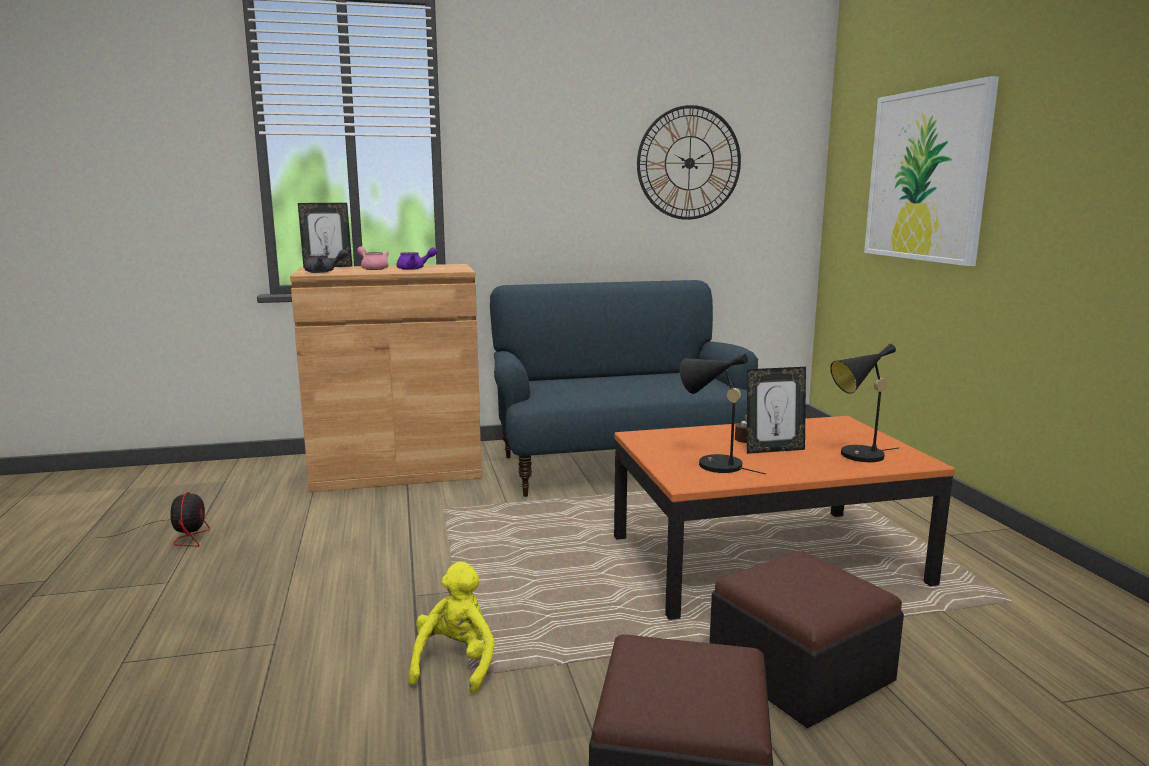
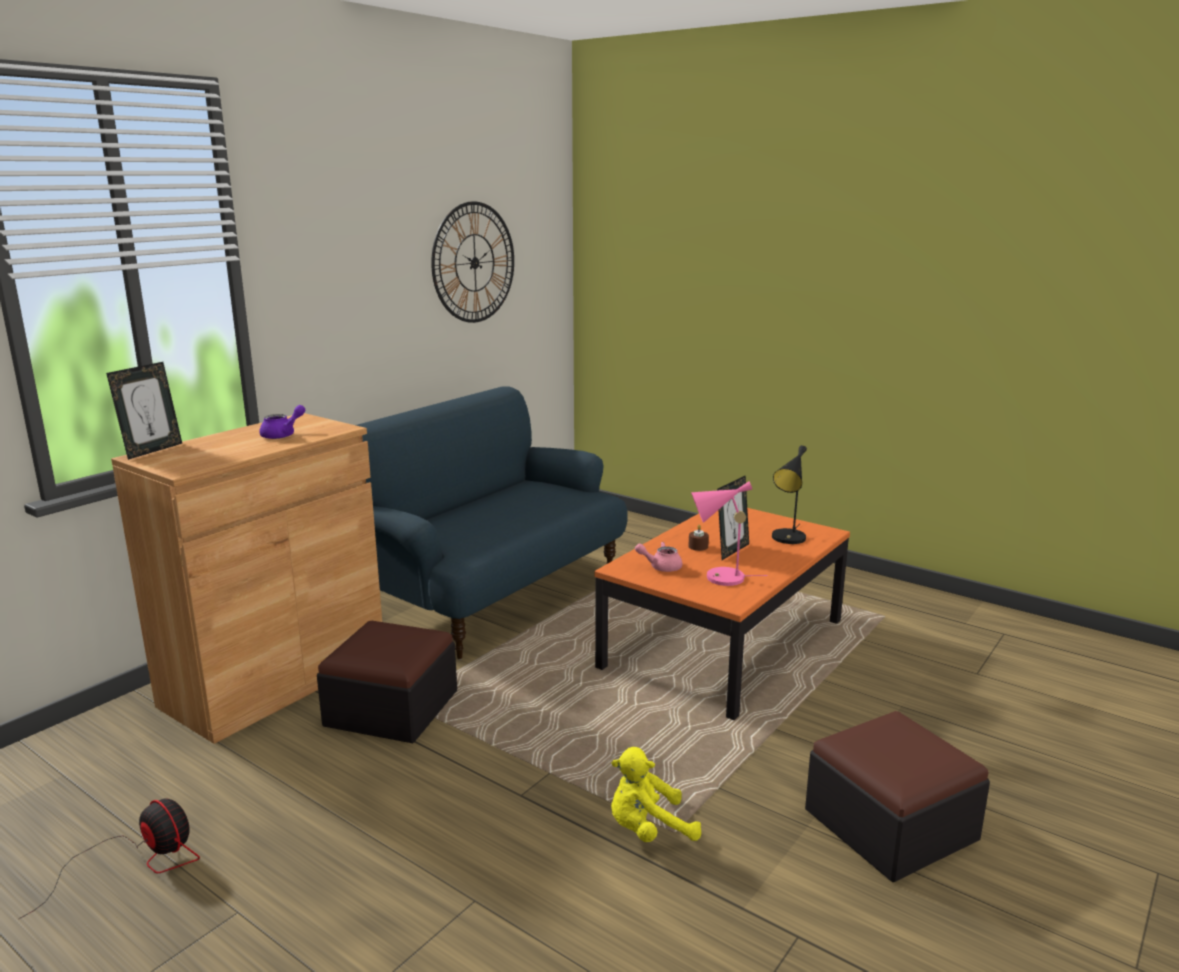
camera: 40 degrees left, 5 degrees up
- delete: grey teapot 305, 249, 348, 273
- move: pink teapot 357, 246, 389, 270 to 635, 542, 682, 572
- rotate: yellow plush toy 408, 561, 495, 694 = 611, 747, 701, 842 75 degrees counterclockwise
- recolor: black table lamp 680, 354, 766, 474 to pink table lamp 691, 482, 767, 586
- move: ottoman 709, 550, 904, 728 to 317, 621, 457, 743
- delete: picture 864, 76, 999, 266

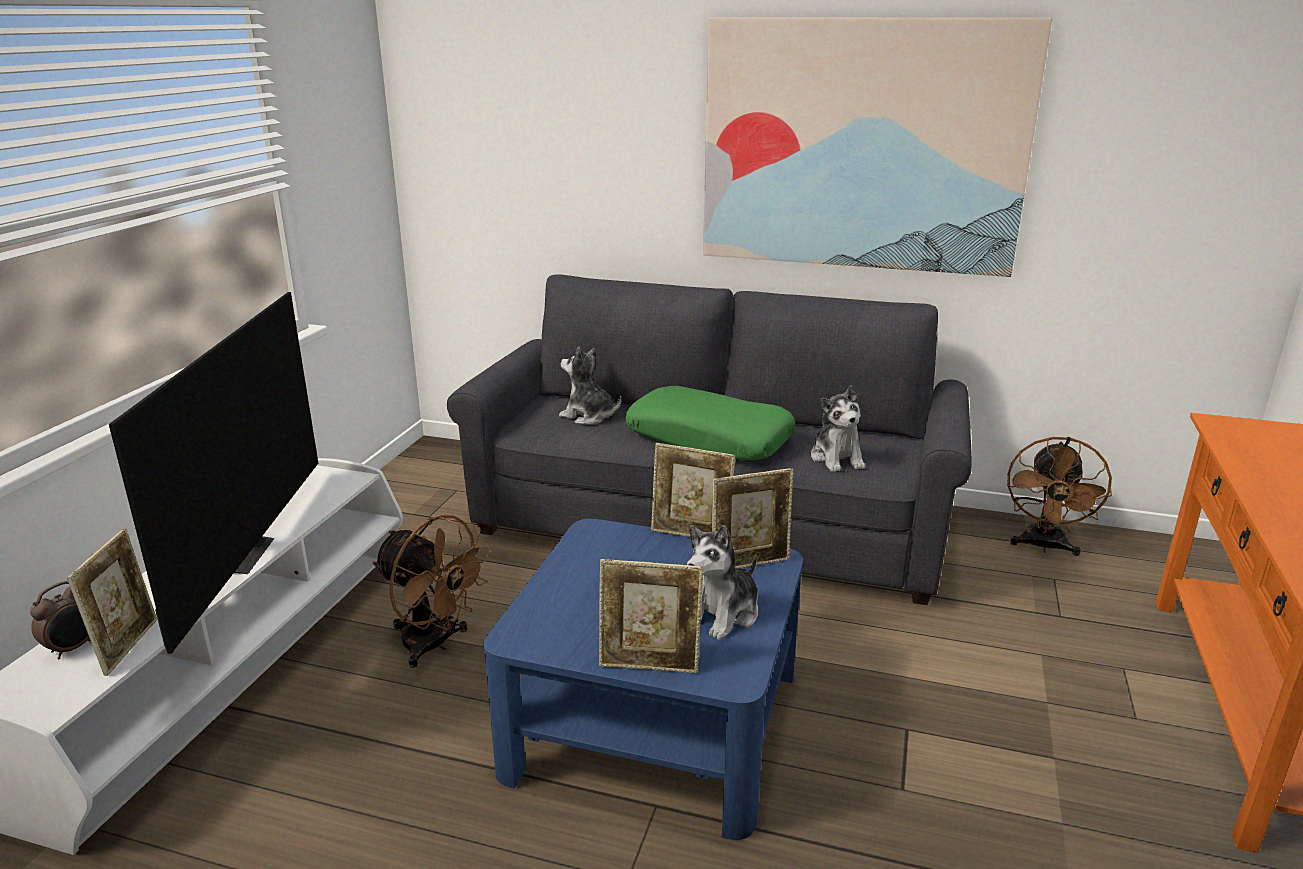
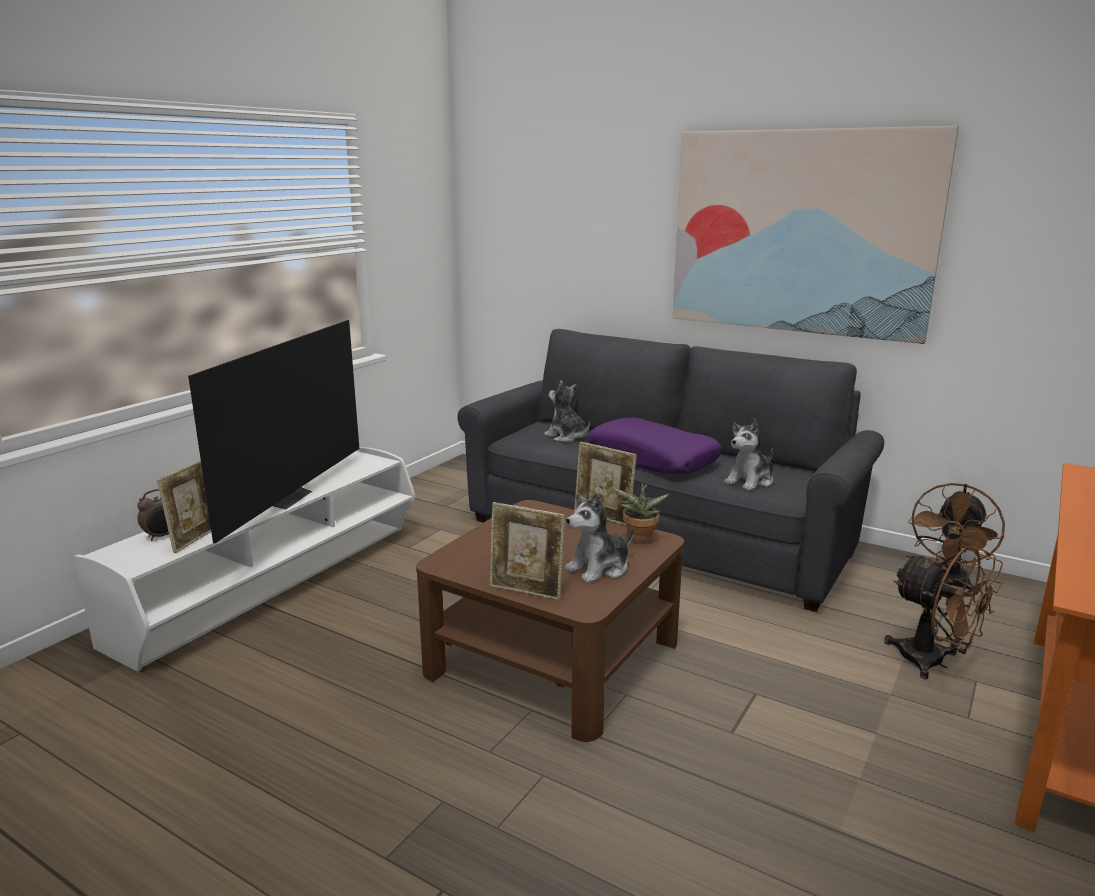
camera: 15 degrees right, 5 degrees down
- move: brown fan 373, 514, 491, 668 to 884, 545, 1003, 679
- recolor: blue coffee table 483, 519, 803, 840 to brown coffee table 416, 500, 684, 742
- recolor: green pillow 625, 386, 795, 460 to purple pillow 588, 417, 722, 474
- replace: picture frame 712, 468, 794, 568 to potted plant 612, 483, 669, 544
- rotate: plush toy 811, 385, 865, 472 = 724, 419, 773, 491 45 degrees clockwise

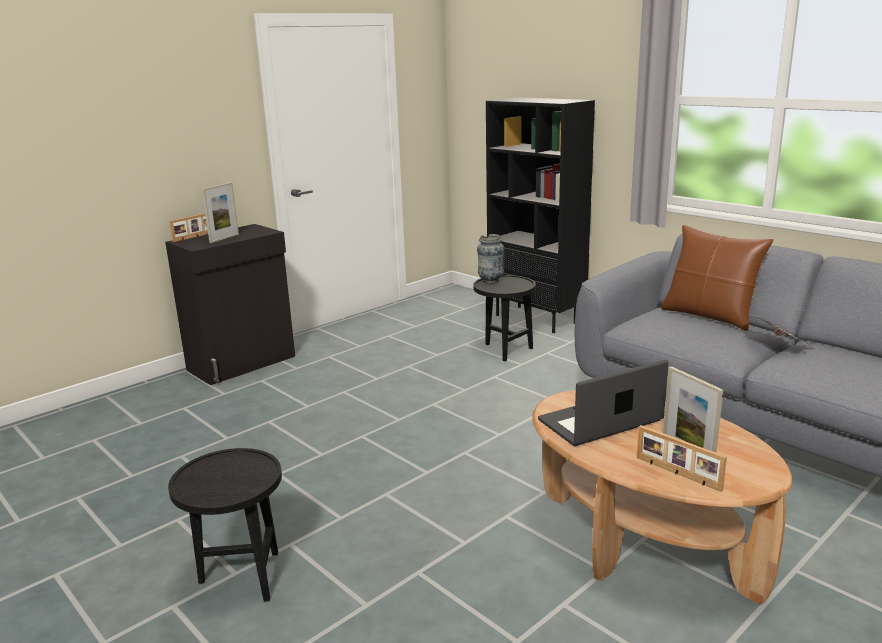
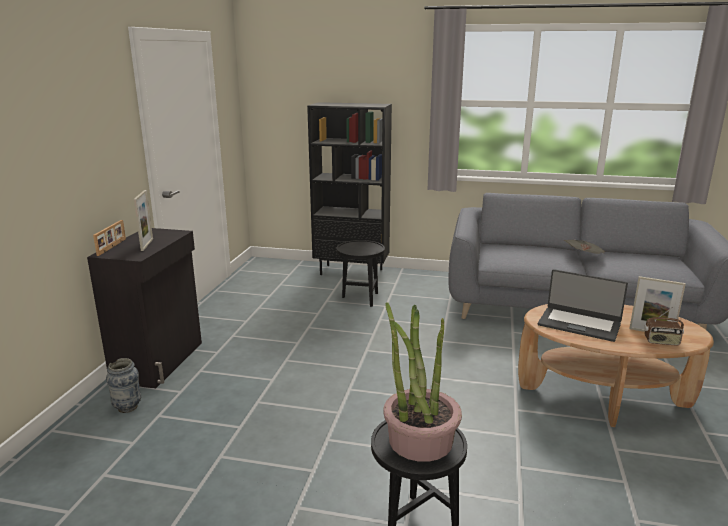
camera: 35 degrees left, 0 degrees up
- move: vase 477, 234, 504, 284 to 106, 358, 141, 413
- rotate: laptop 538, 360, 668, 446 = 538, 269, 628, 342 90 degrees counterclockwise
- replace: picture frame 637, 425, 727, 492 to radio 644, 307, 684, 346
- delete: brown pillow 661, 225, 773, 331
- insert: potted plant 383, 302, 462, 462

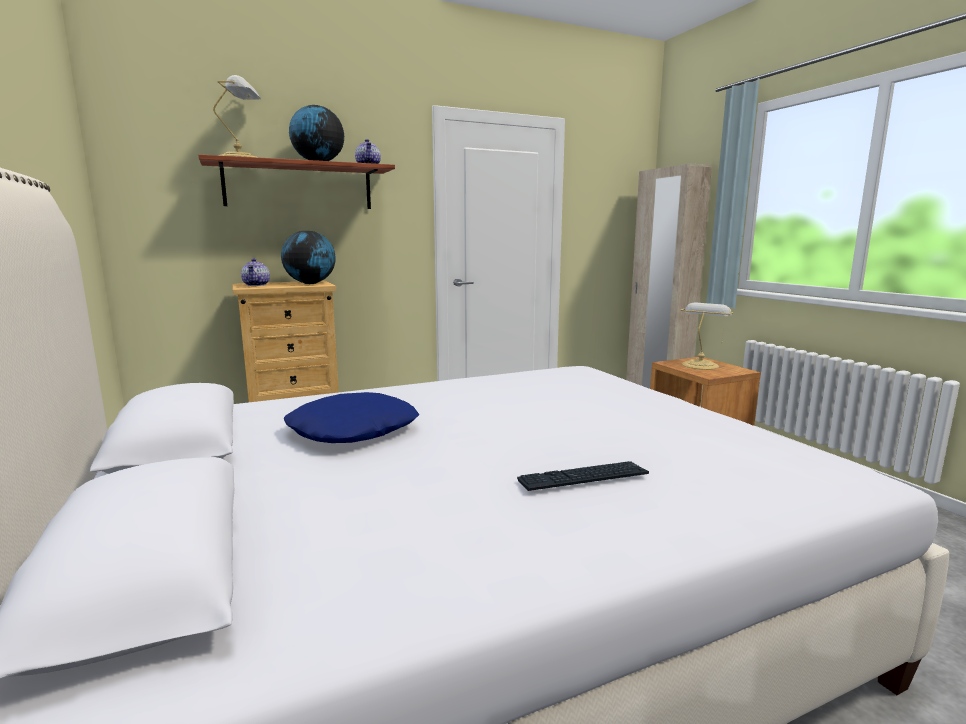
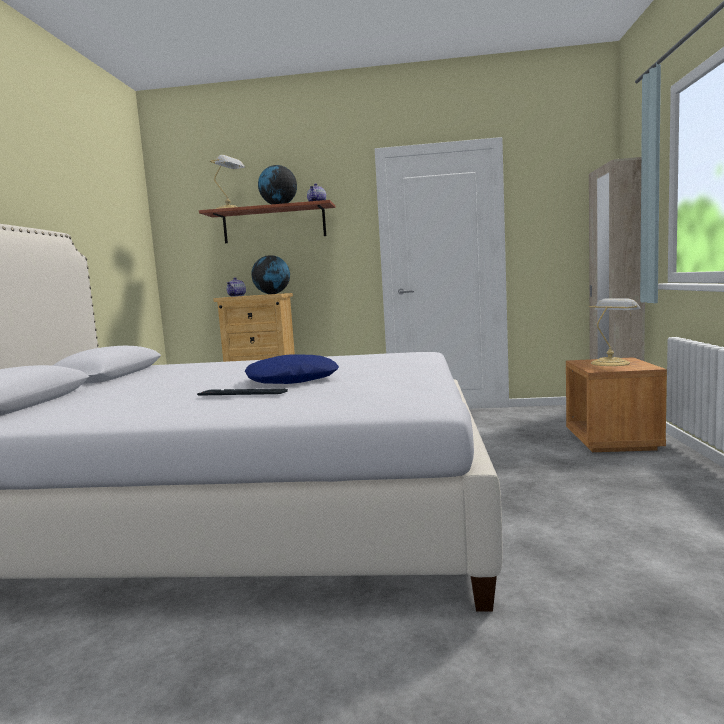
camera: 30 degrees right, 5 degrees down
- move: blue pillow 284, 392, 419, 443 to 245, 354, 339, 384

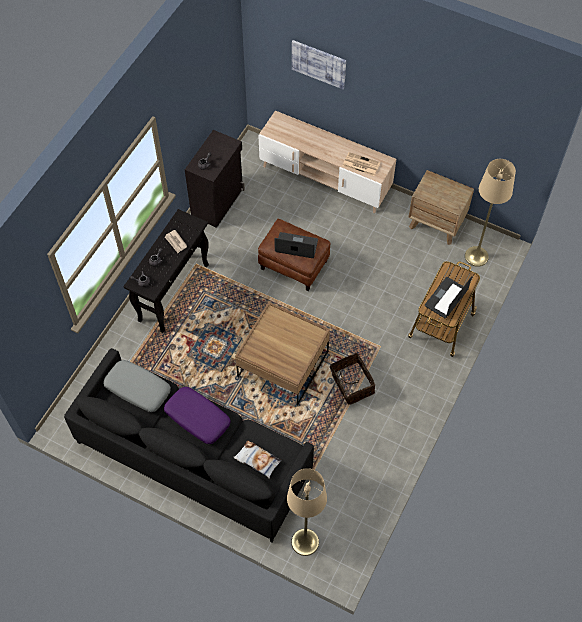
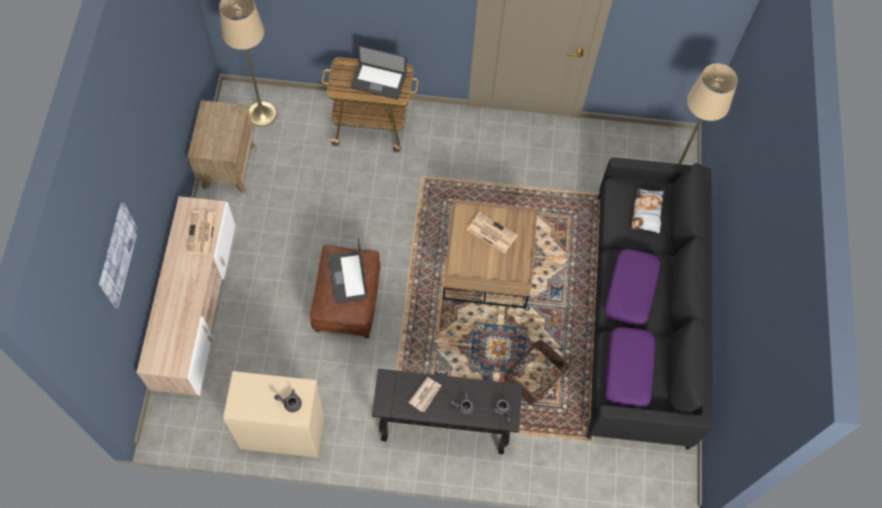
camera: 115 degrees left, 5 degrees up
- recolor: grey pillow 103, 360, 171, 412 to purple pillow 605, 327, 655, 408
- recolor: black cabinet 185, 130, 245, 228 to beige cabinet 223, 371, 324, 458
- move: basket 330, 353, 375, 405 to 505, 339, 569, 405
- insert: newspaper 467, 212, 518, 253

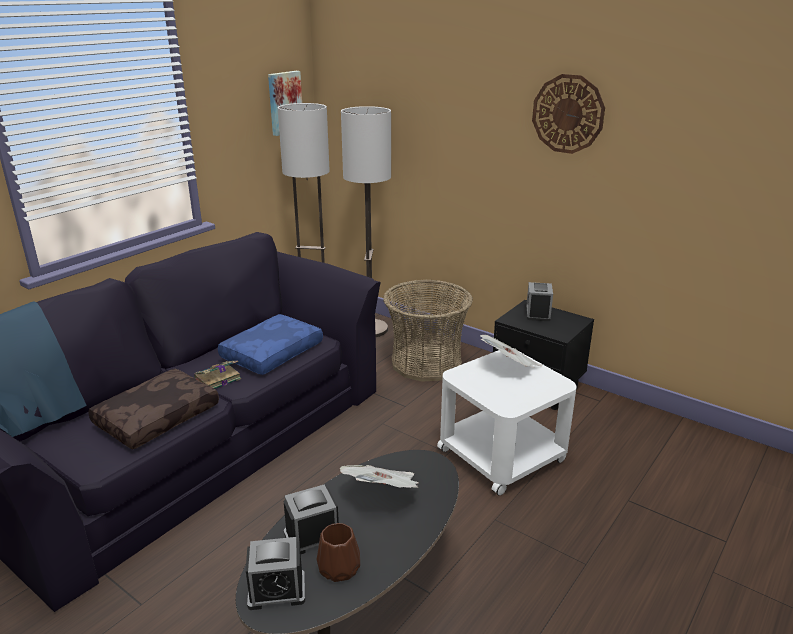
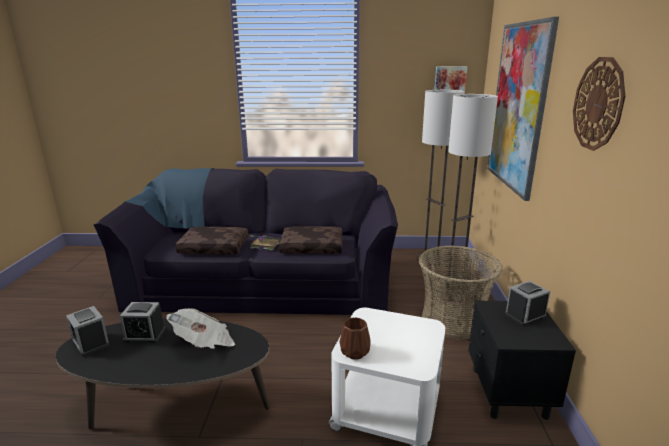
camera: 55 degrees right, 5 degrees down
- recolor: blue pillow 218, 314, 323, 375 to brown pillow 279, 226, 342, 254
- rotate: alarm clock 284, 485, 339, 554 = 120, 302, 166, 343 150 degrees clockwise
- move: brown vase 317, 523, 360, 582 to 339, 317, 371, 360
- delete: newspaper 480, 335, 542, 368
- insert: picture 487, 17, 559, 201

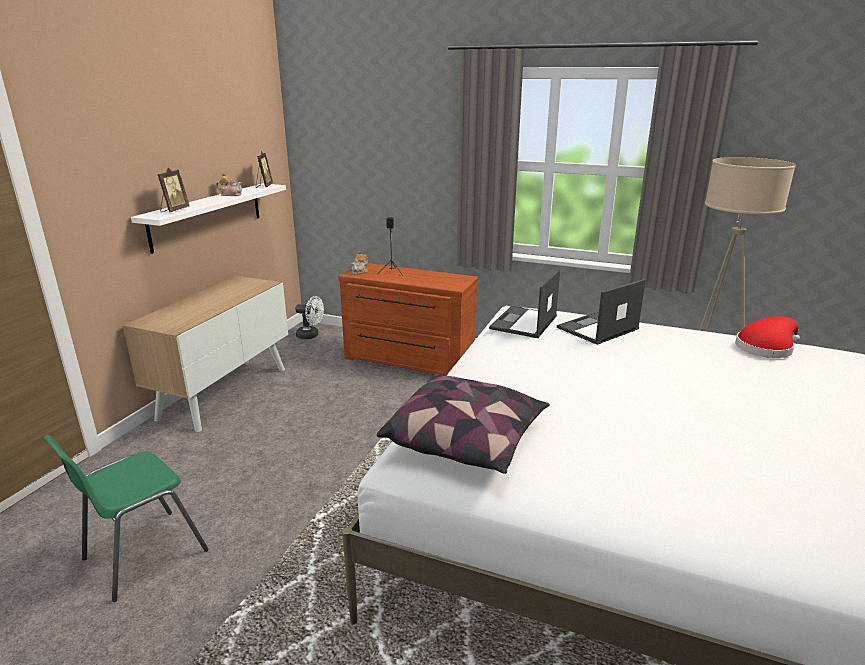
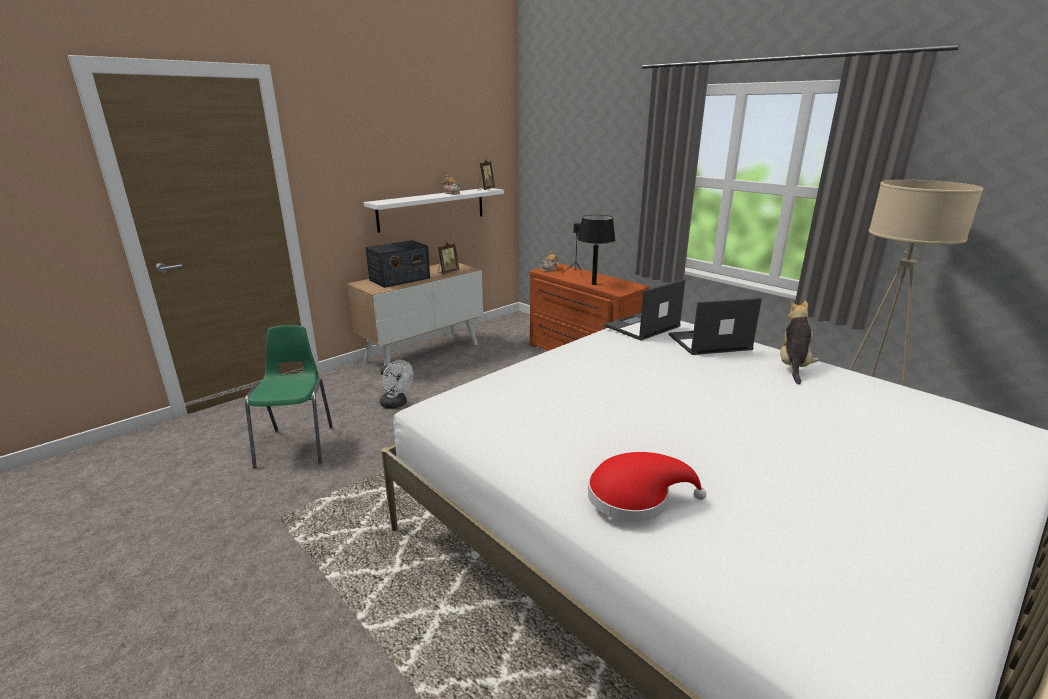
camera: 25 degrees right, 0 degrees up
- rotate: green chair 44, 435, 209, 602 = 245, 325, 333, 468 105 degrees clockwise
- move: picture frame 158, 168, 189, 212 to 438, 242, 459, 274
- move: white fan 295, 296, 324, 339 to 380, 360, 413, 409
- delete: pillow 377, 375, 550, 474
- move: red hat 736, 316, 800, 358 to 588, 452, 706, 522
- insert: radio 365, 240, 430, 288
- insert: black table lamp 578, 215, 615, 285
- insert: plush toy 780, 301, 819, 385

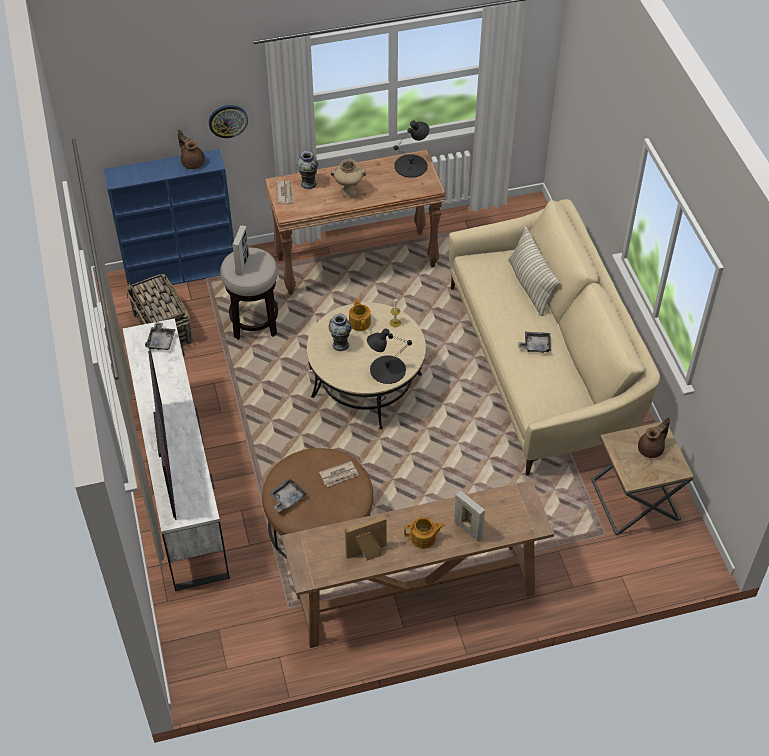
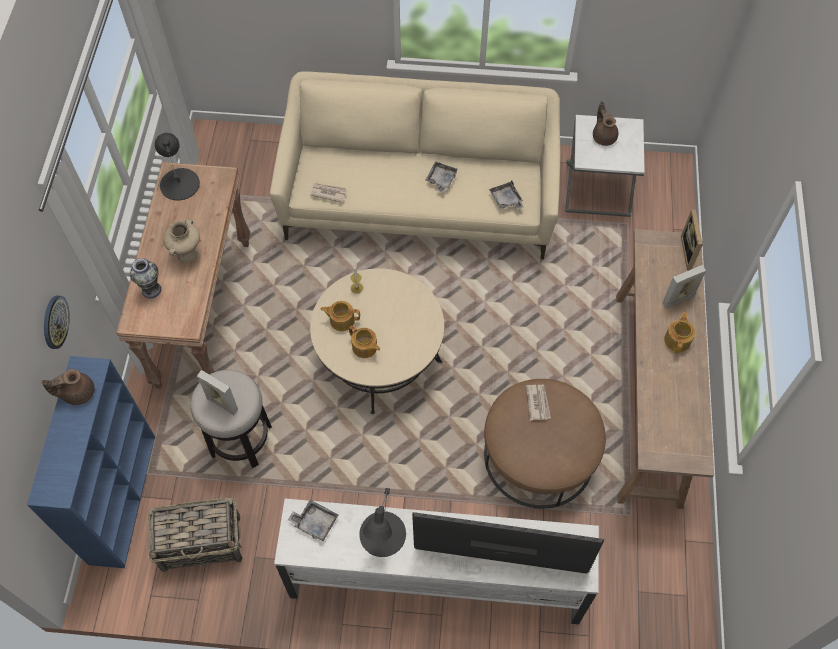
camera: 70 degrees left, 10 degrees up
- move: grey tray 270, 478, 307, 512 to 489, 180, 524, 210
- move: newspaper 276, 181, 294, 203 to 310, 183, 347, 203
- replace: vase 329, 314, 352, 351 to teapot 349, 325, 380, 358
- move: picture frame 345, 516, 387, 561 to 681, 210, 703, 270
- move: black table lamp 367, 328, 412, 384 to 359, 488, 406, 557
- delete: pillow 508, 227, 560, 316
- recolor: brown side table 591, 421, 694, 535 to white side table 565, 115, 645, 217

